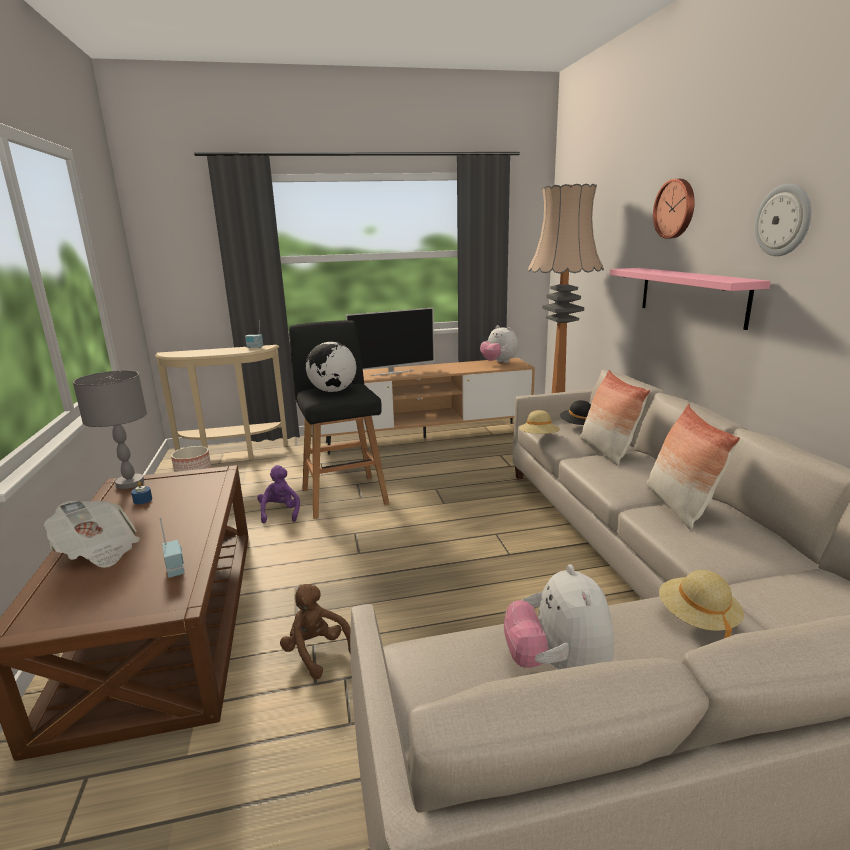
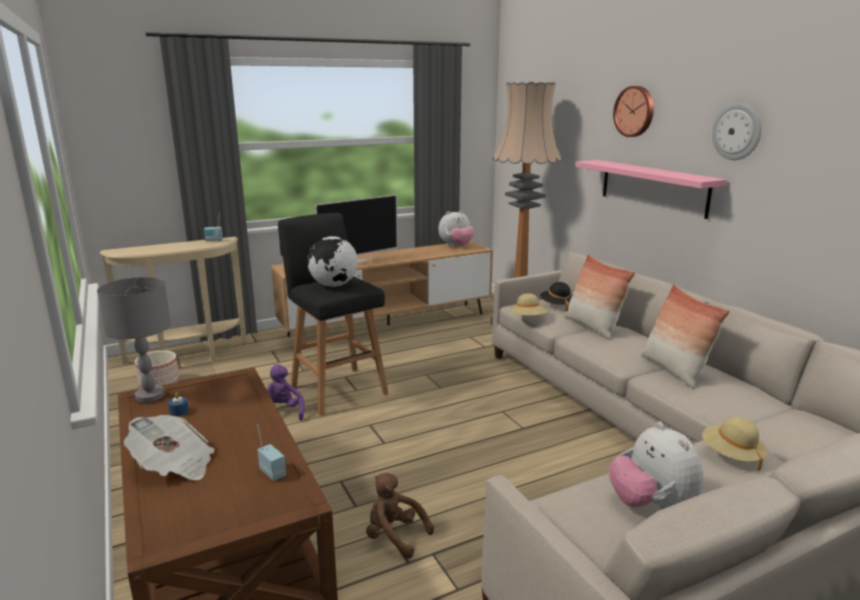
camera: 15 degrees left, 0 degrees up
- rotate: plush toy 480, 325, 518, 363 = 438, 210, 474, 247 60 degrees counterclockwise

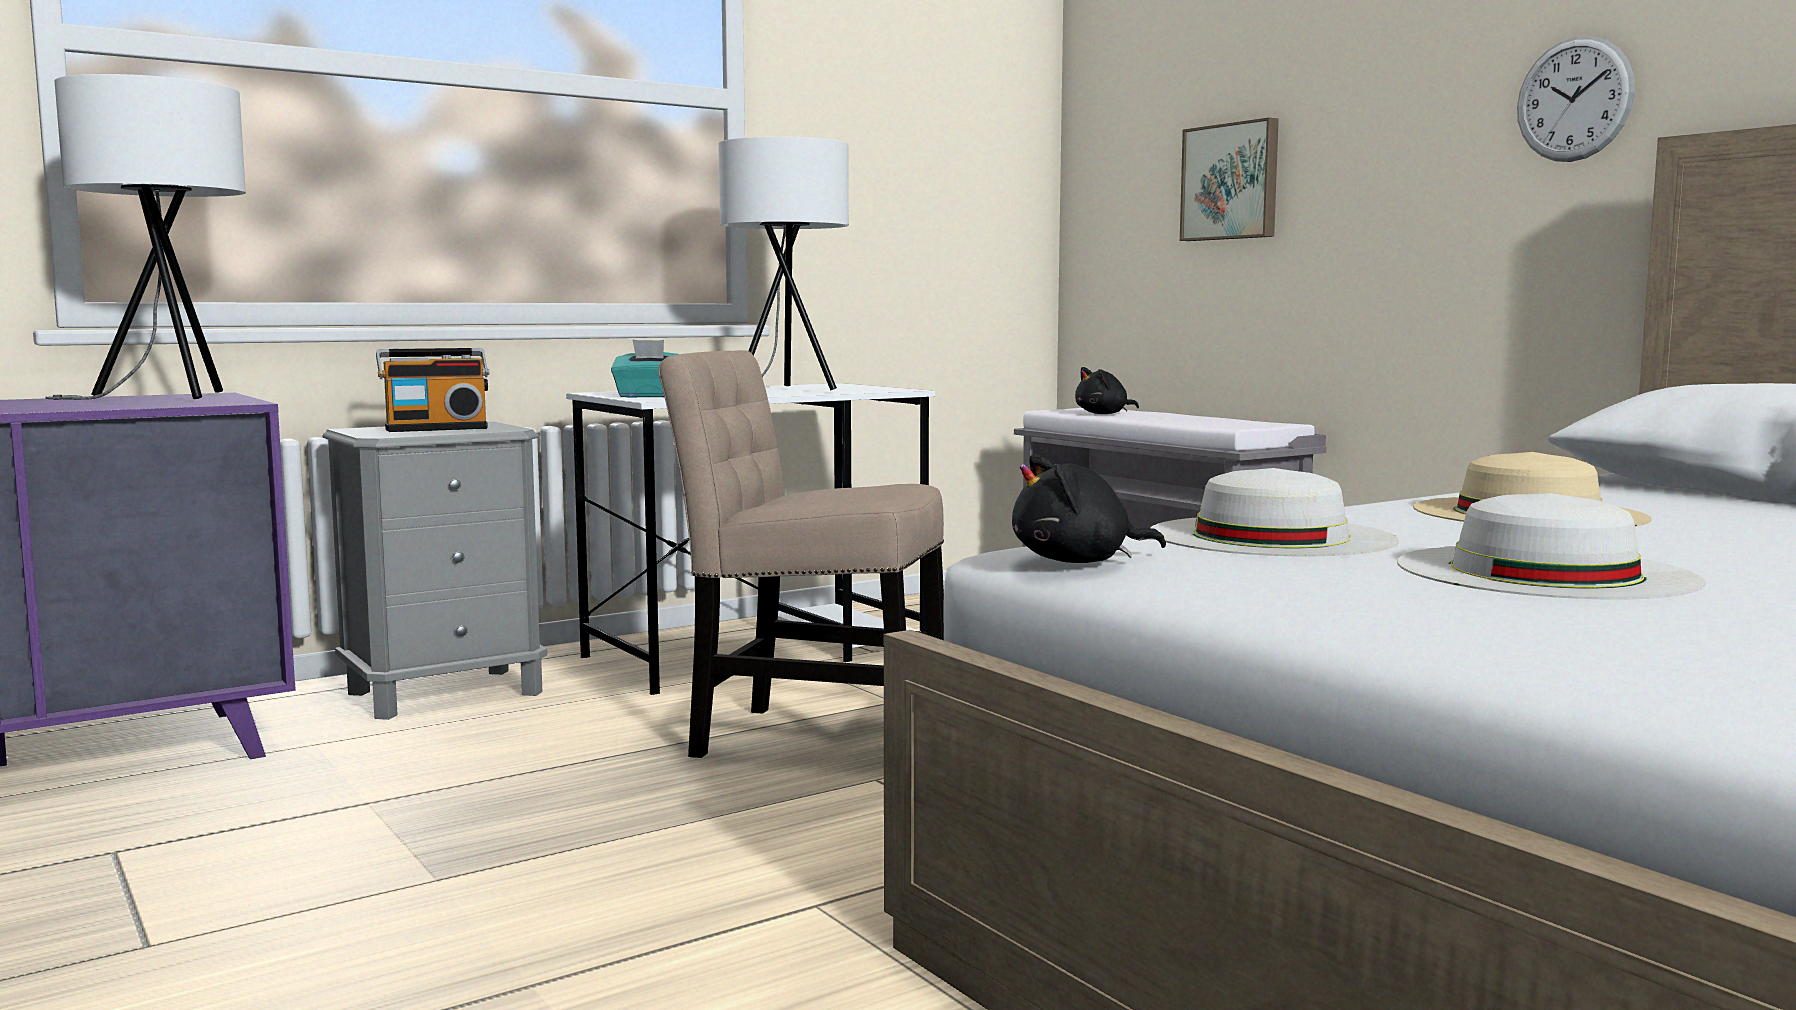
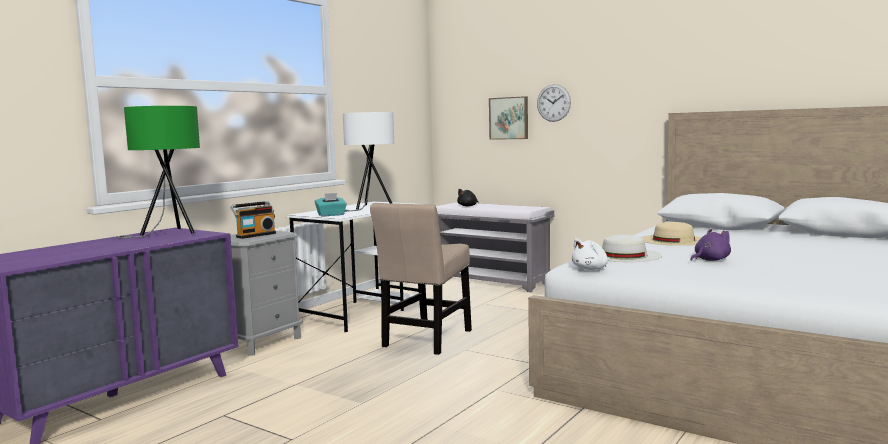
camera: 20 degrees left, 0 degrees up
- recolor: white table lamp 45, 74, 246, 400 to green table lamp 117, 106, 200, 238
- rotate: beige chair 658, 350, 944, 758 = 370, 203, 472, 355 60 degrees counterclockwise
- recolor: black plush toy 1012, 454, 1166, 563 to white plush toy 572, 238, 611, 270
- replace: white hat 1397, 493, 1706, 599 to purple plush toy 691, 229, 731, 261
- move: wall clock 1517, 36, 1635, 162 to 537, 84, 571, 122

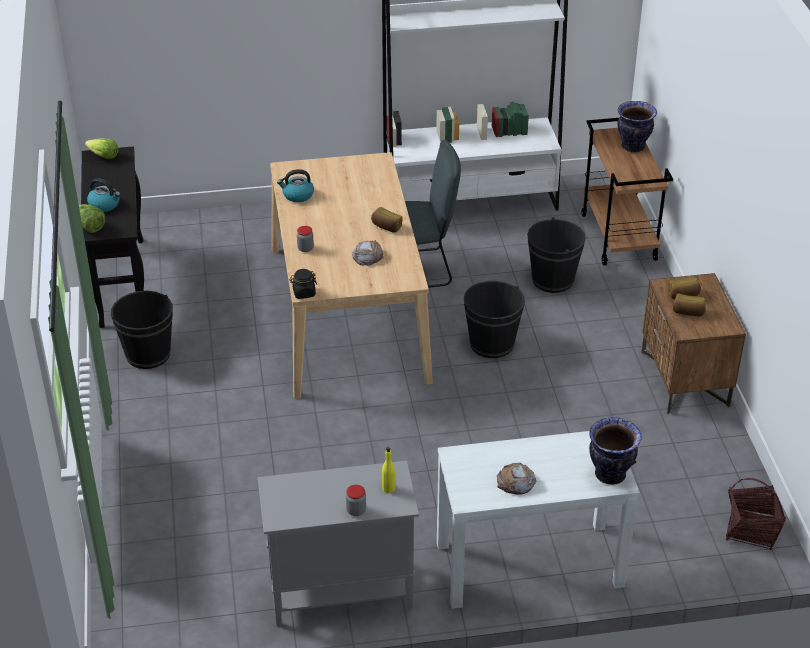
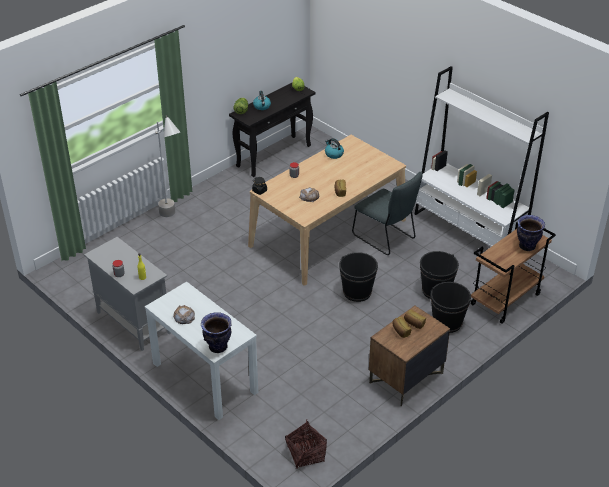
camera: 55 degrees right, 0 degrees up
- move: black bucket 111, 291, 173, 369 to 431, 282, 471, 333
- insert: grey floor lamp 155, 115, 180, 217

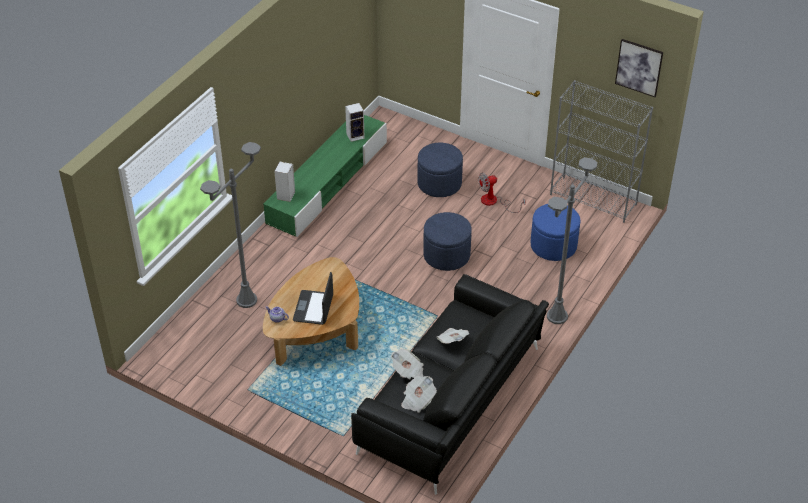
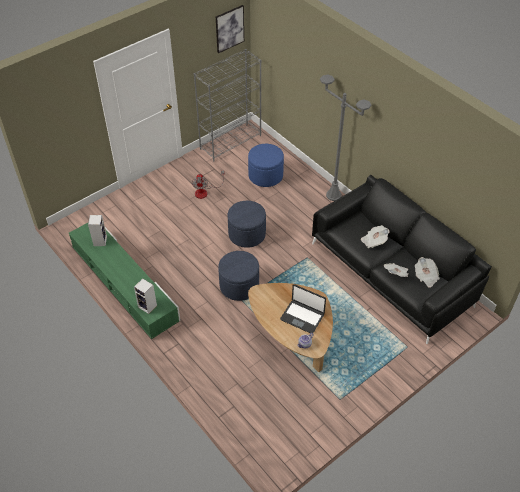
camera: 70 degrees left, 5 degrees up
- delete: grey floor lamp 200, 142, 261, 308
- move: blue ottoman 417, 143, 463, 197 to 218, 251, 259, 301

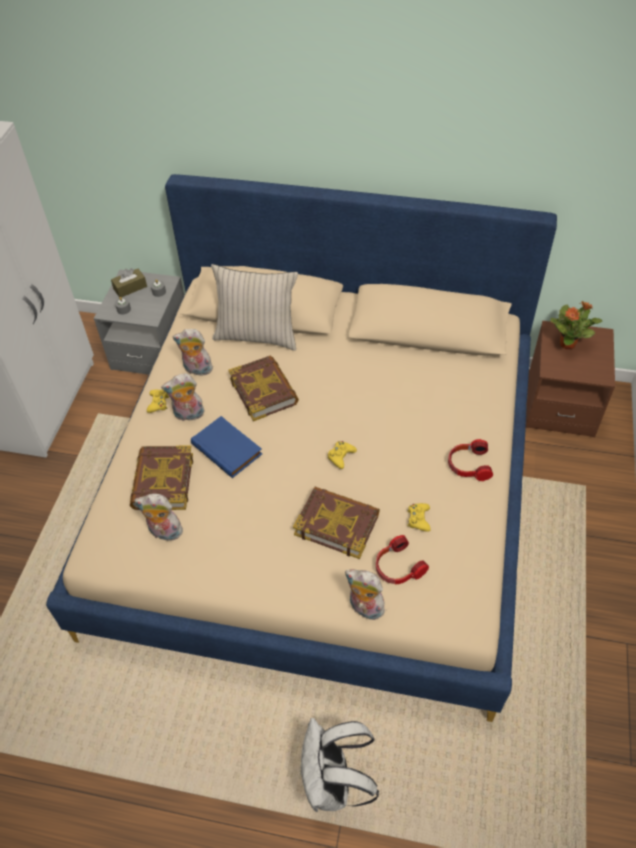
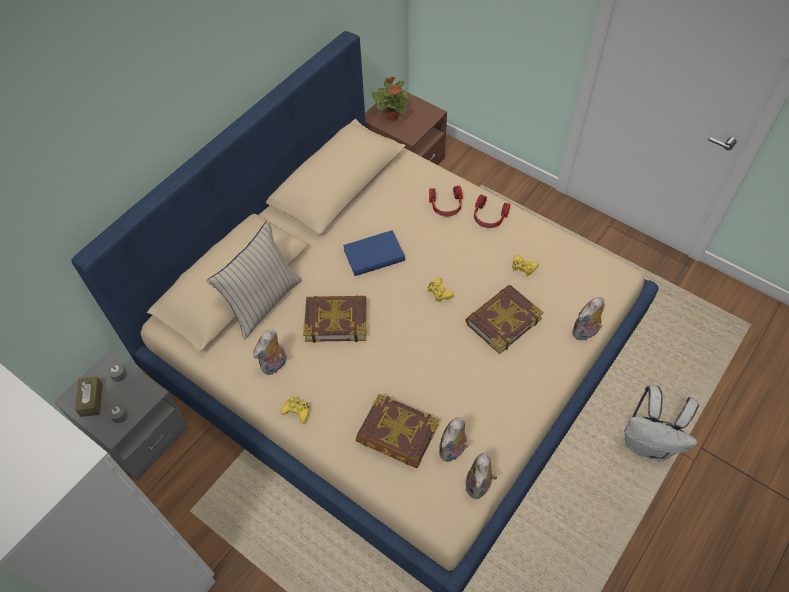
camera: 65 degrees left, 5 degrees up
- move: plush toy 161, 373, 204, 421 to 465, 452, 497, 499
- move: blue book 191, 416, 262, 478 to 343, 230, 405, 276
- move: headphones 376, 535, 429, 584 to 429, 186, 463, 216

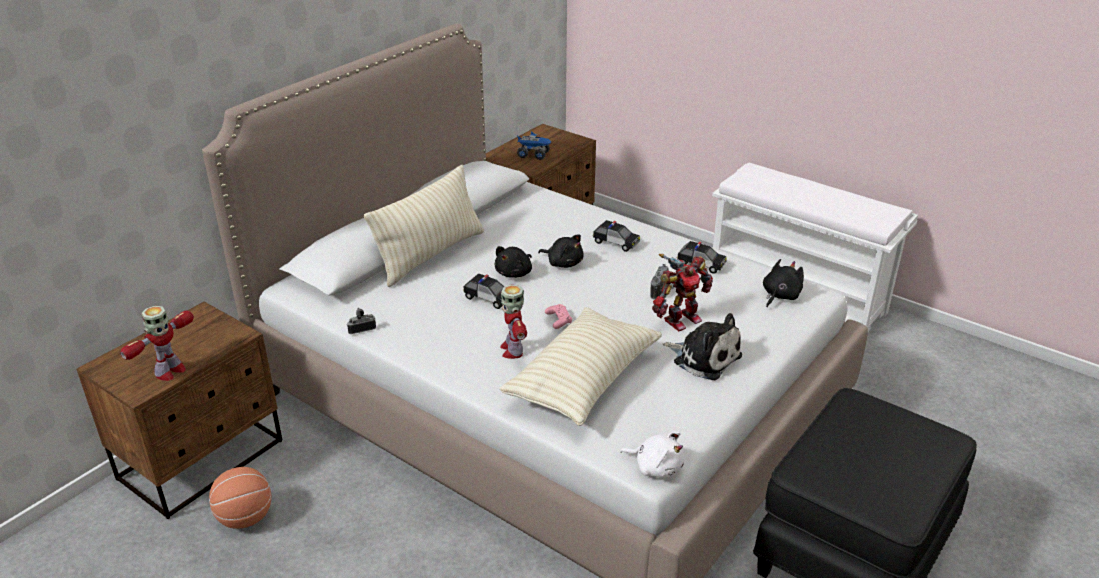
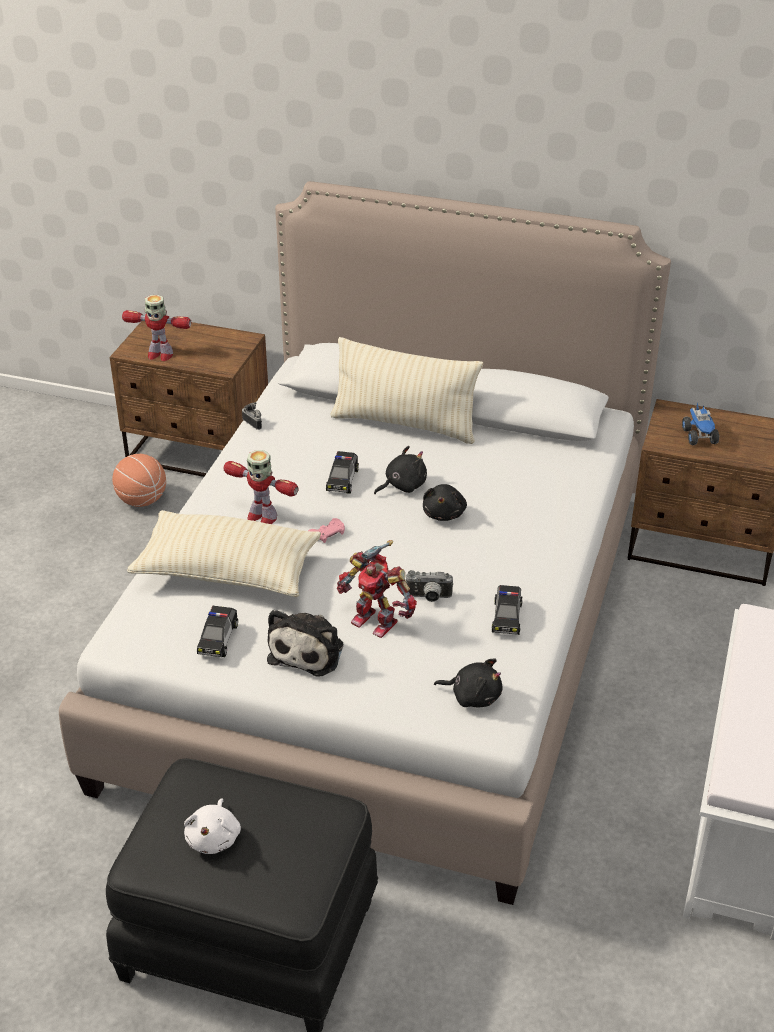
camera: 70 degrees right, 5 degrees up
- rotate: black plush toy 494, 246, 532, 278 = 374, 446, 427, 494 135 degrees clockwise
- rotate: toy robot 500, 285, 527, 359 = 224, 450, 299, 524 120 degrees counterclockwise
- move: toy car 593, 220, 640, 252 to 197, 606, 238, 657
- move: white plush toy 620, 432, 684, 478 to 184, 798, 241, 854

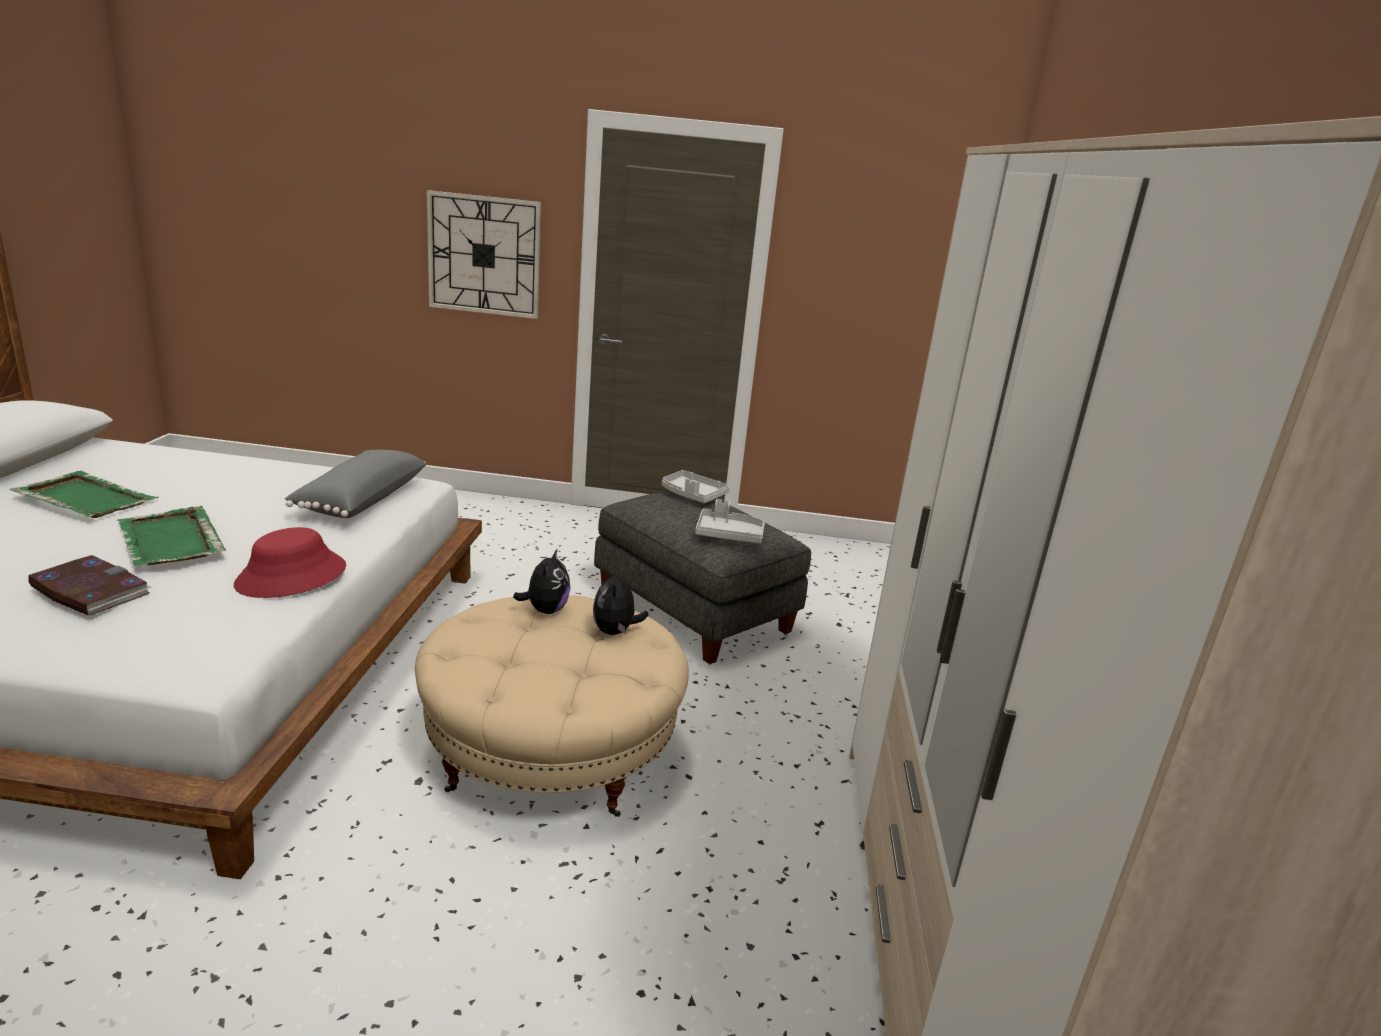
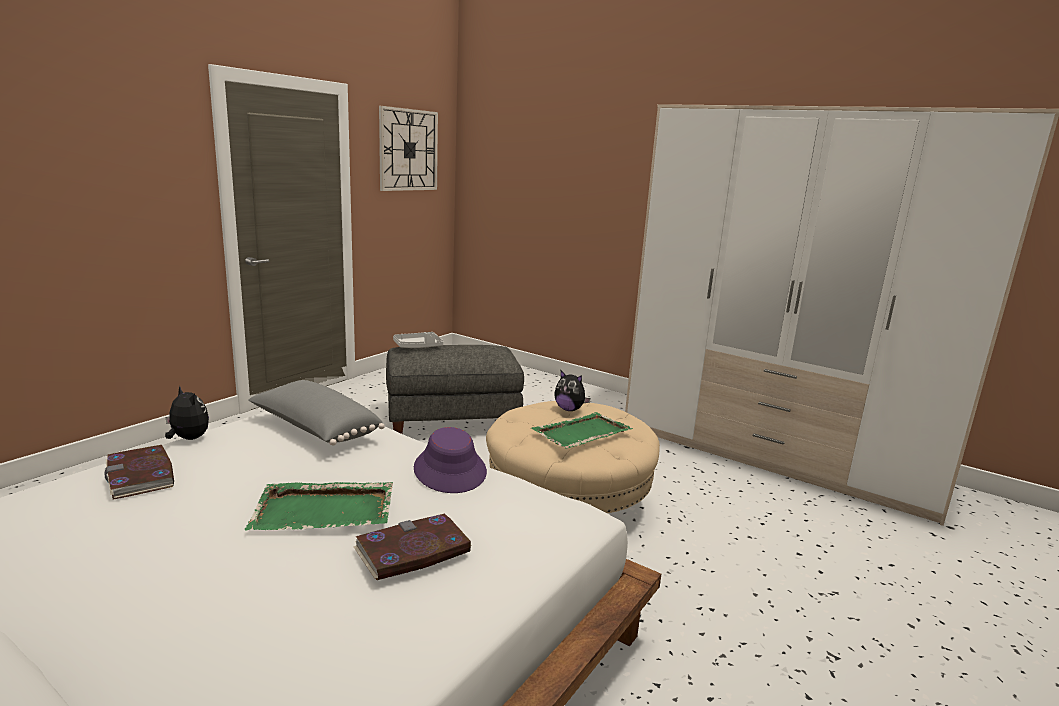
camera: 60 degrees left, 5 degrees down
- move: green tray 9, 471, 159, 518 to 531, 412, 633, 449
- recolor: red hat 234, 527, 346, 598 to purple hat 414, 427, 487, 493
- move: wall clock 427, 190, 541, 319 to 379, 106, 438, 191
- move: plush toy 513, 548, 570, 614 to 165, 386, 209, 440
- delete: grey tray 695, 499, 765, 543
- insert: book 104, 445, 174, 499

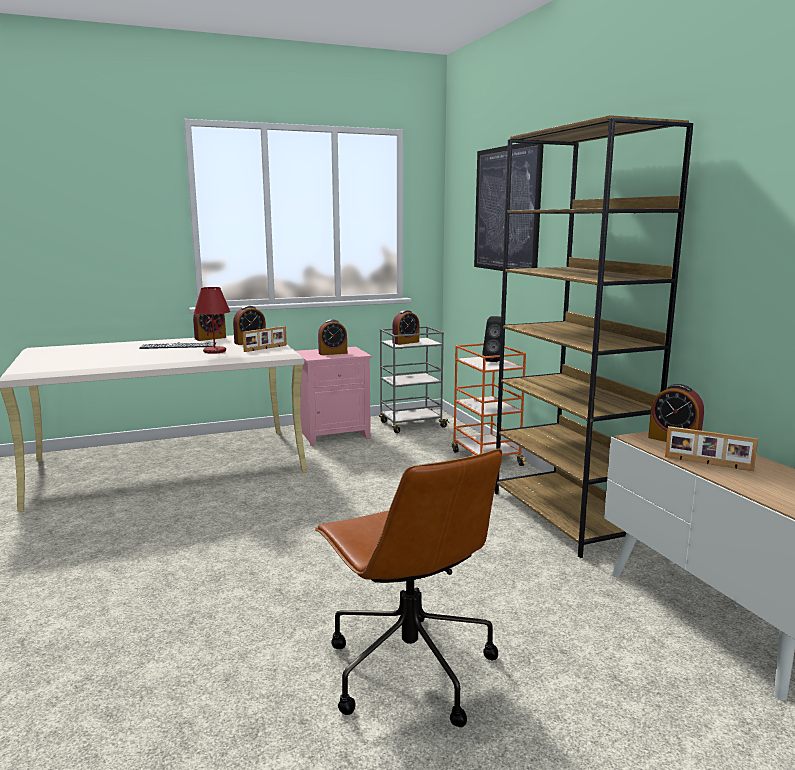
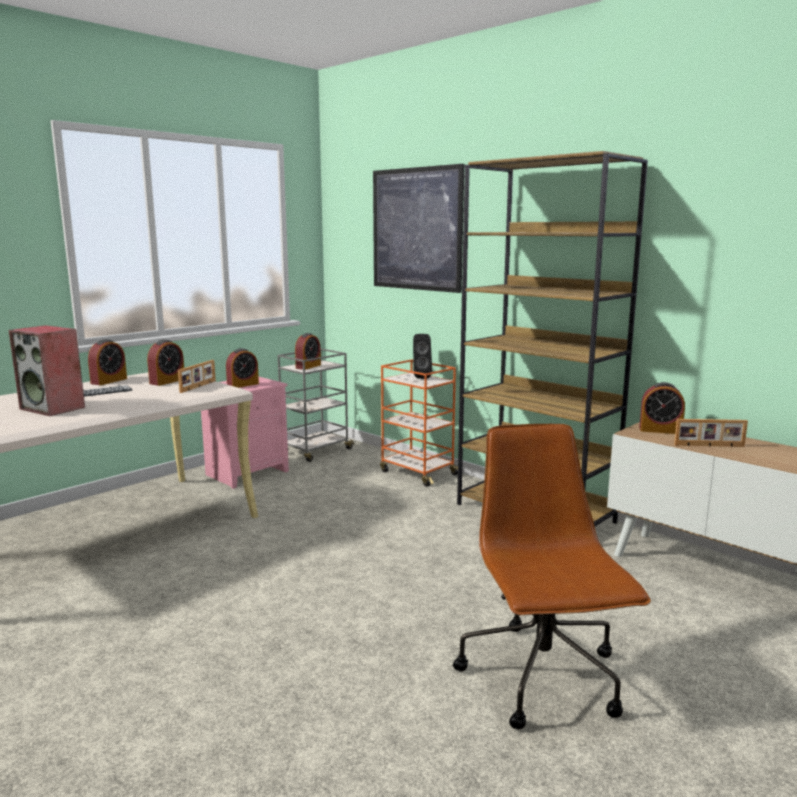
camera: 25 degrees left, 0 degrees up
- delete: red table lamp 194, 287, 231, 354
- rotate: brown office chair 315, 449, 502, 727 = 453, 424, 651, 729 135 degrees counterclockwise
- insert: speaker 8, 325, 85, 416

